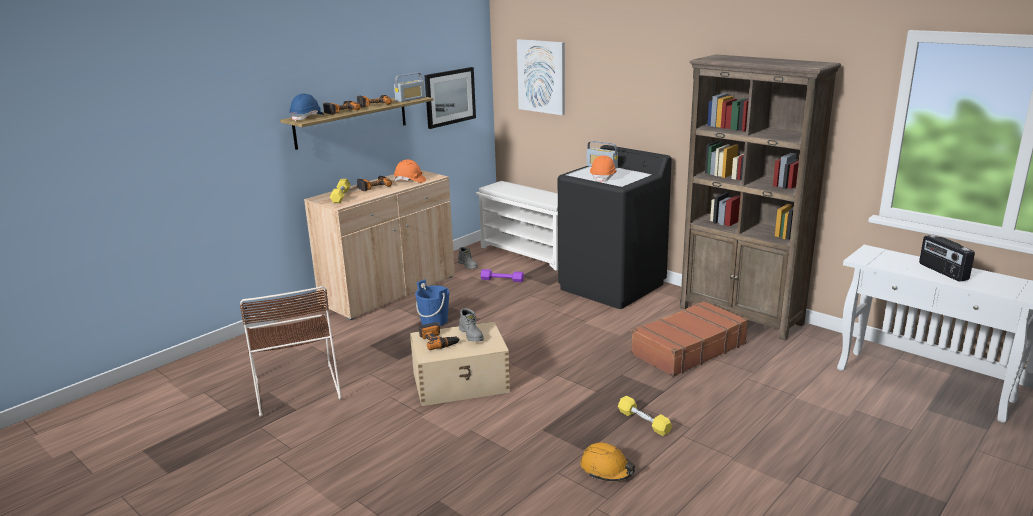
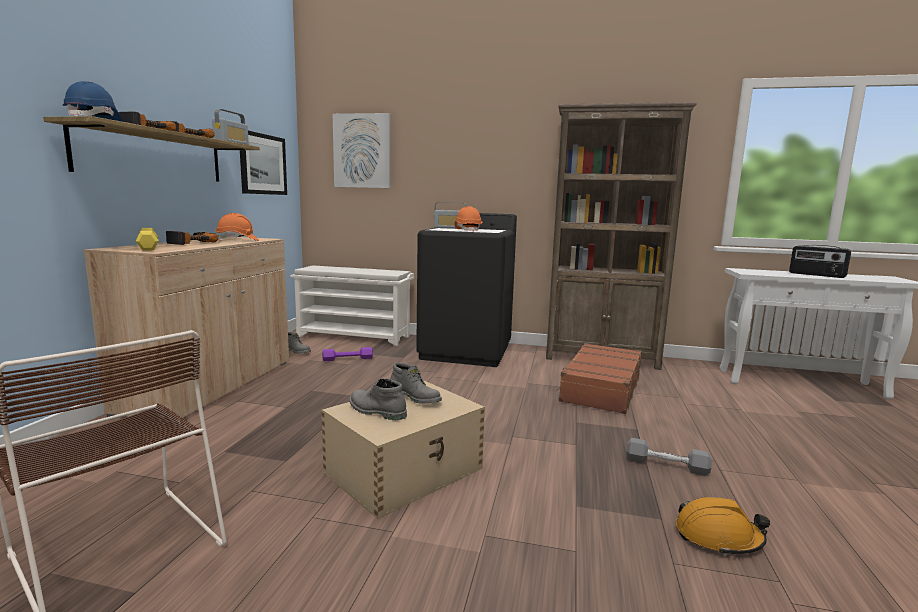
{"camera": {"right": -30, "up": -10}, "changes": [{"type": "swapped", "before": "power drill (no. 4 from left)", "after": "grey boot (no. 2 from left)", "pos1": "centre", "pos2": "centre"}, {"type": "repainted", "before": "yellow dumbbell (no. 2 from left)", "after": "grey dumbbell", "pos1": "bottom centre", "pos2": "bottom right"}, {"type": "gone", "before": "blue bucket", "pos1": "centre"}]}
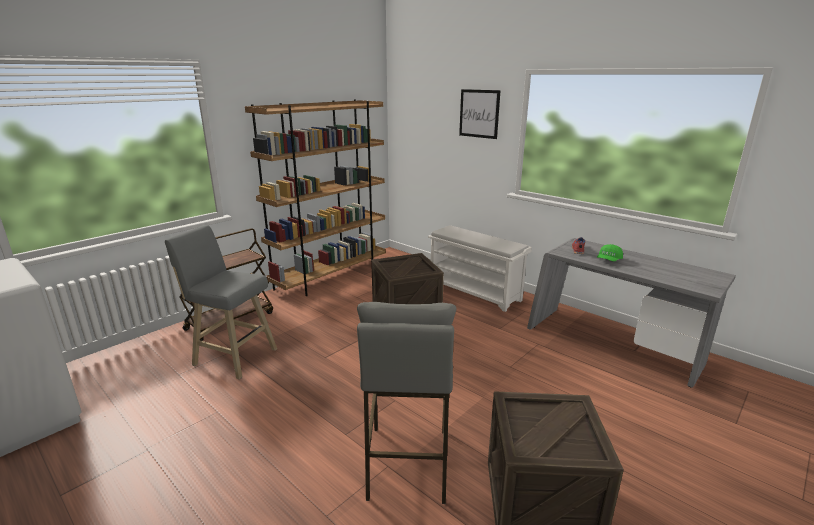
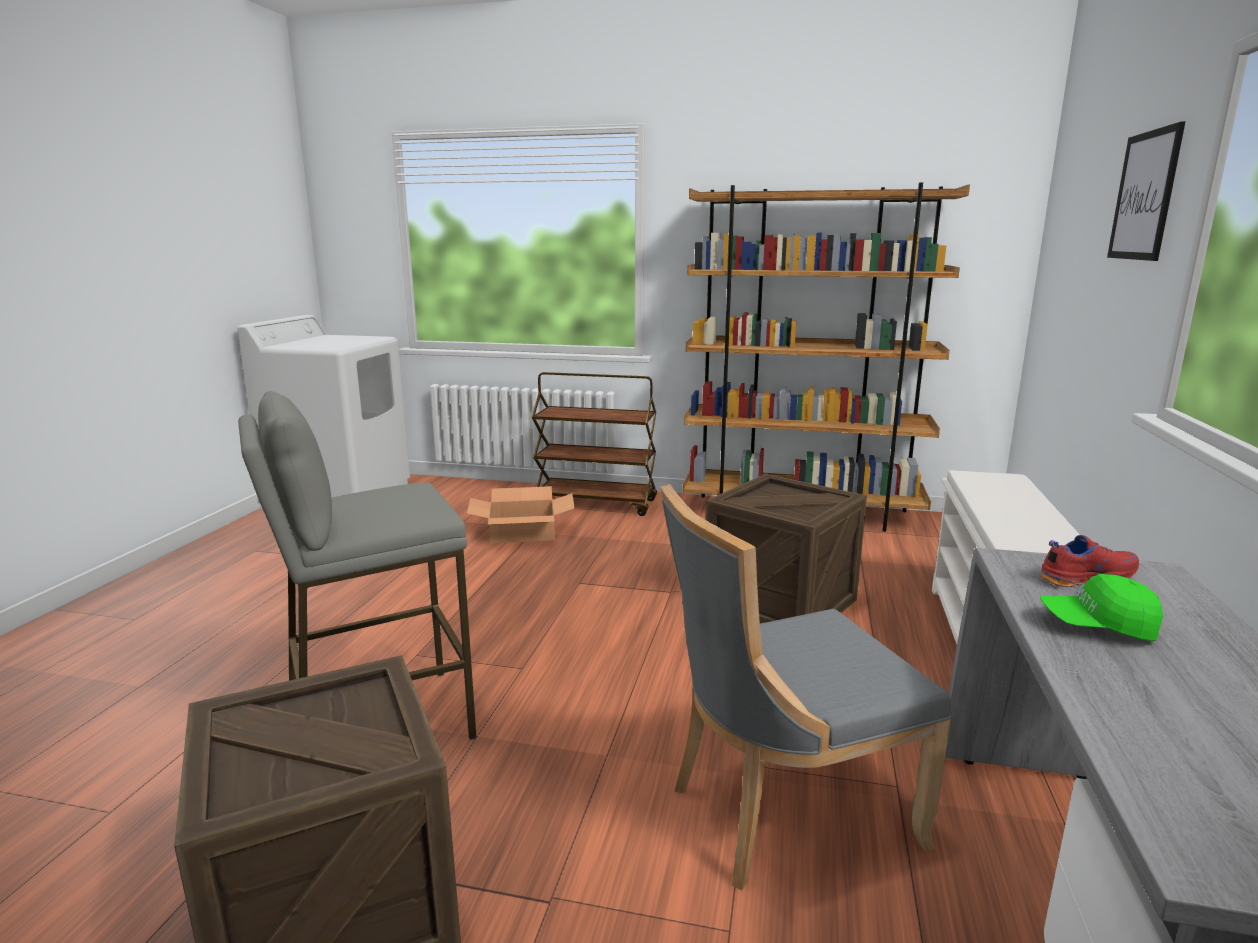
{"camera": {"right": 60, "up": -5}, "changes": [{"type": "swapped", "before": "grey stool (no. 1 from left)", "after": "cardboard box", "pos1": "middle left", "pos2": "centre"}, {"type": "new", "after": "grey chair", "pos2": "bottom centre"}]}
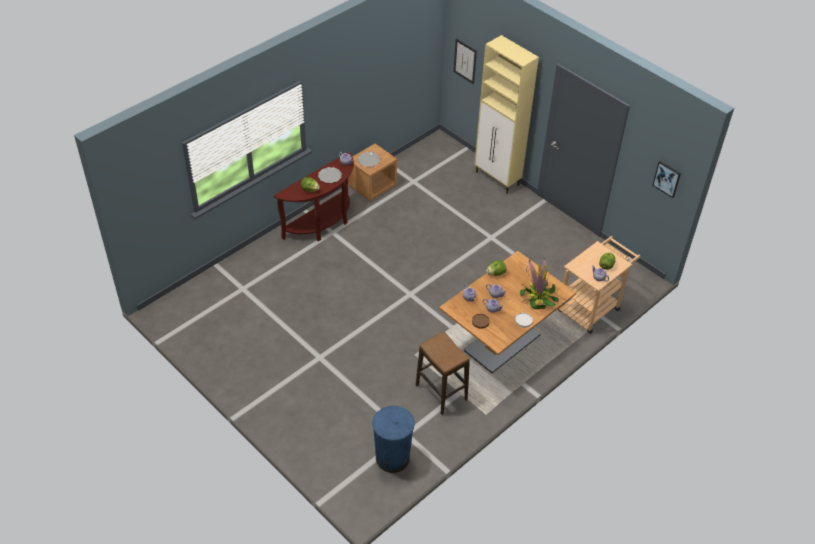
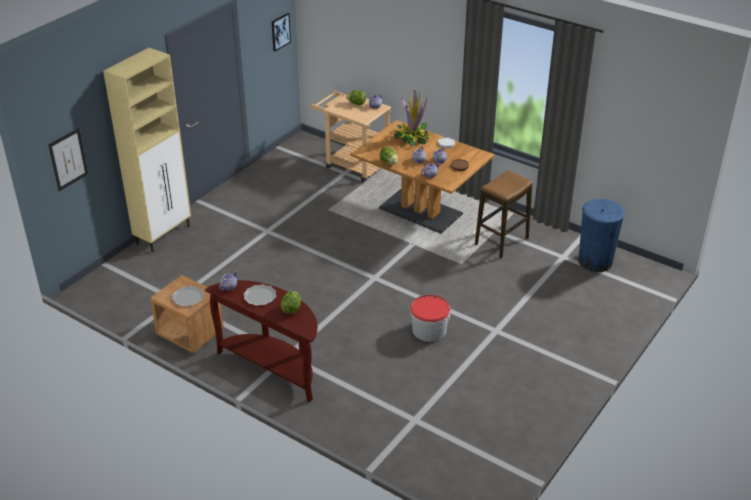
{"camera": {"right": -100, "up": -10}, "changes": [{"type": "new", "after": "bucket", "pos2": "centre"}]}
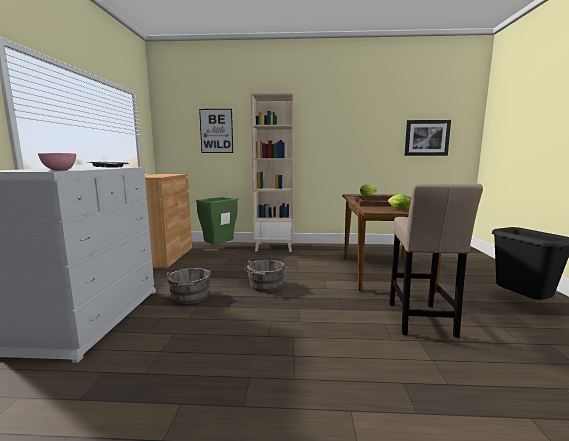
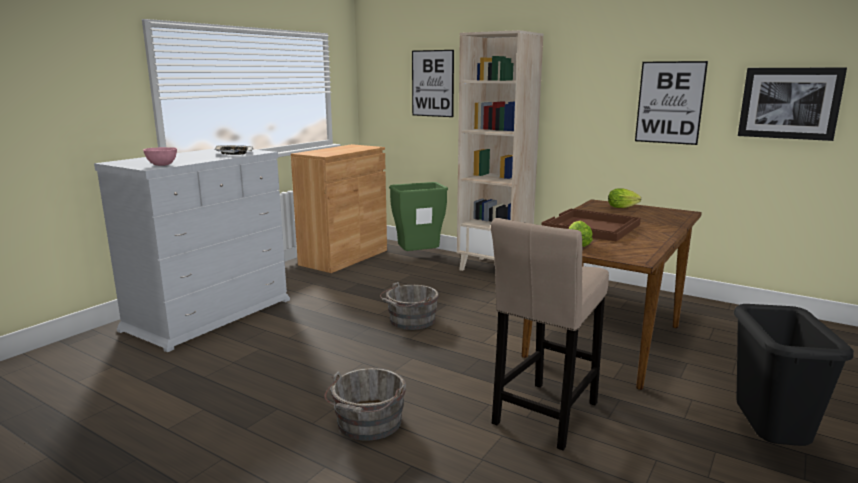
{"camera": {"right": 30, "up": 5}, "changes": [{"type": "shifted", "before": "grey bucket (no. 1 from left)", "pos1": "middle left", "pos2": "bottom centre"}, {"type": "new", "after": "picture (no. 2 from left)", "pos2": "top right"}]}
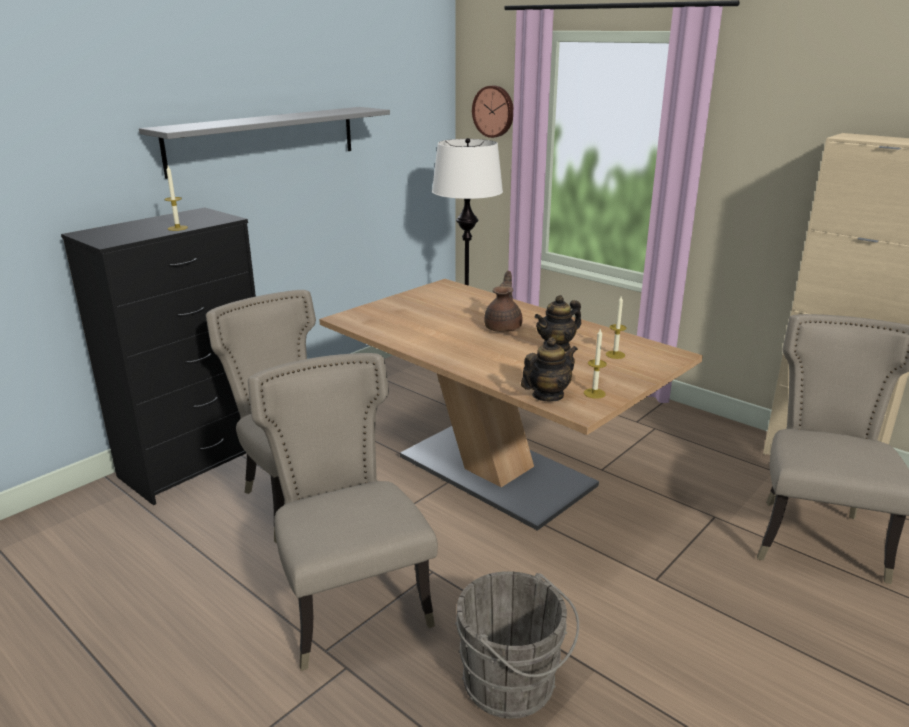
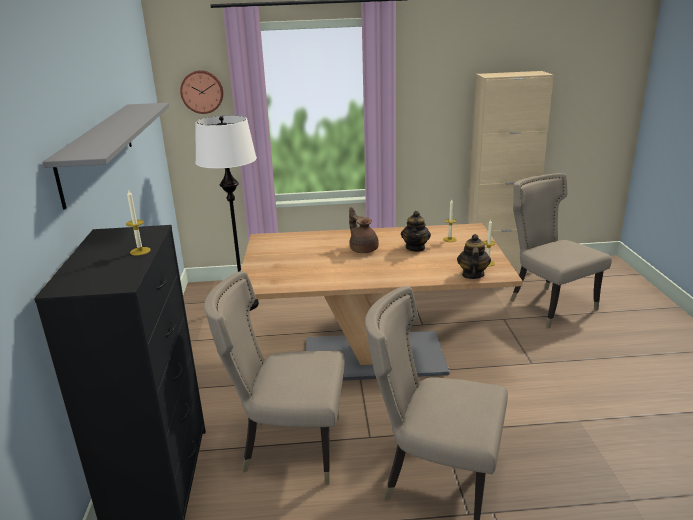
{"camera": {"right": -45, "up": 0}, "changes": [{"type": "gone", "before": "grey bucket", "pos1": "bottom centre"}]}
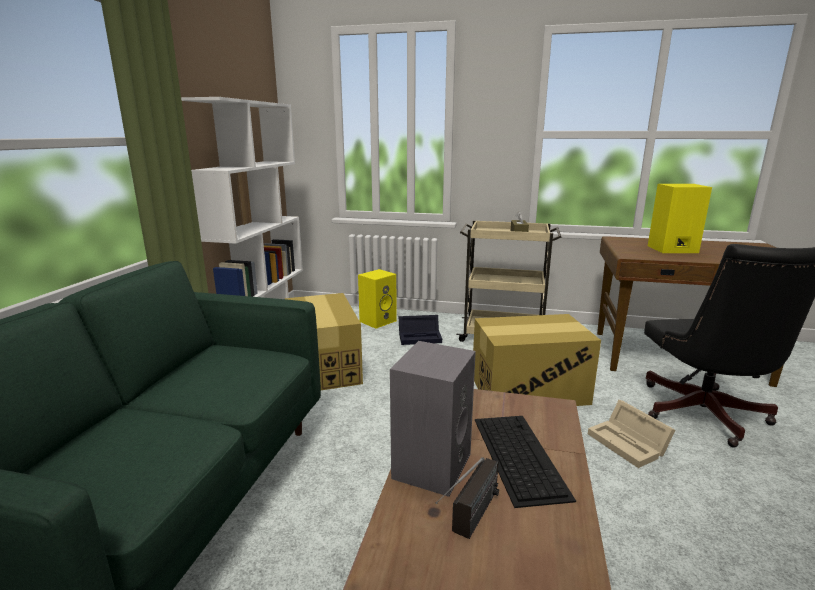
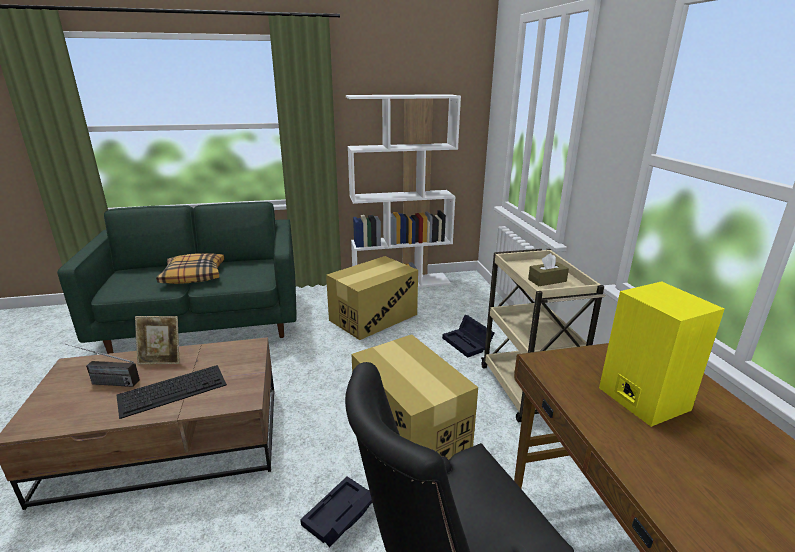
{"camera": {"right": 65, "up": 5}, "changes": [{"type": "swapped", "before": "grey speaker", "after": "picture frame", "pos1": "bottom centre", "pos2": "middle left"}, {"type": "new", "after": "pillow", "pos2": "middle left"}, {"type": "repainted", "before": "beige storage box", "after": "black storage box (no. 1 from left)", "pos1": "bottom right", "pos2": "bottom centre"}, {"type": "gone", "before": "yellow speaker (no. 1 from left)", "pos1": "centre"}]}
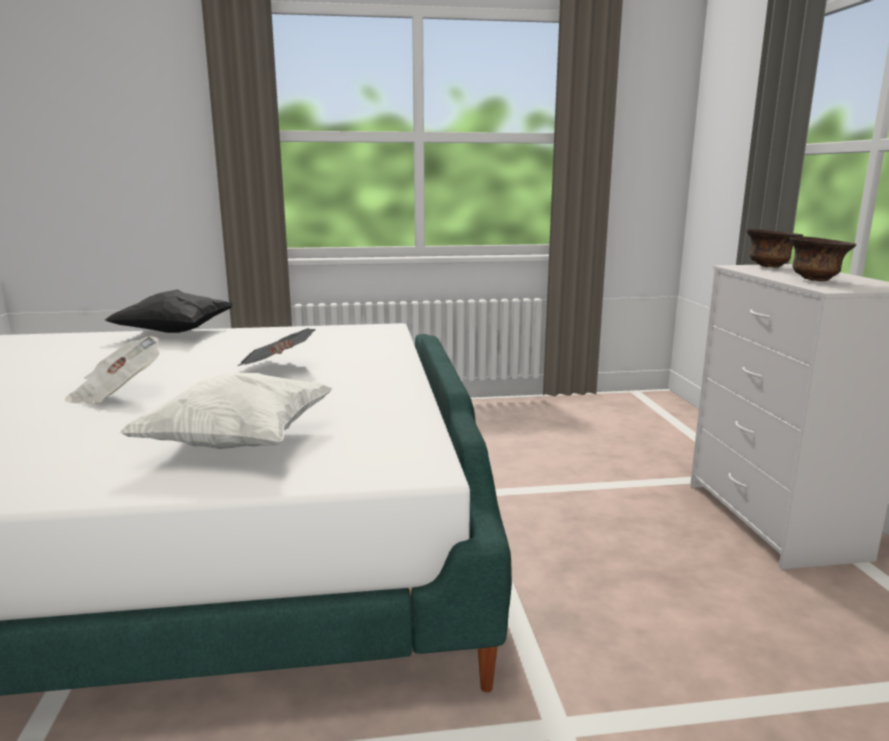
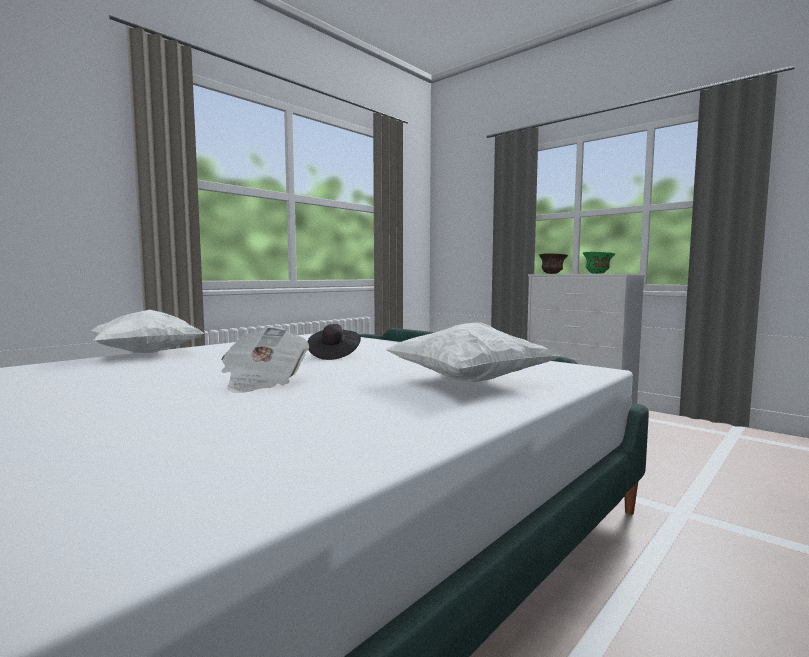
{"camera": {"right": -40, "up": -10}, "changes": [{"type": "repainted", "before": "black pillow", "after": "white pillow (no. 1 from left)", "pos1": "middle left", "pos2": "middle left"}, {"type": "swapped", "before": "newspaper (no. 2 from left)", "after": "black hat", "pos1": "middle left", "pos2": "centre"}, {"type": "repainted", "before": "brown bowl (no. 2 from left)", "after": "green bowl", "pos1": "middle right", "pos2": "middle right"}]}
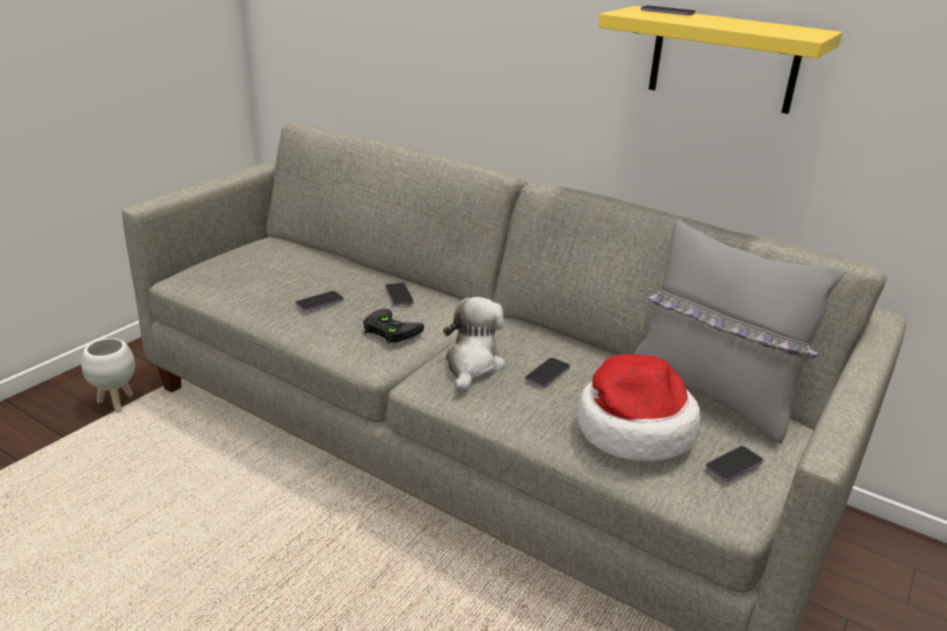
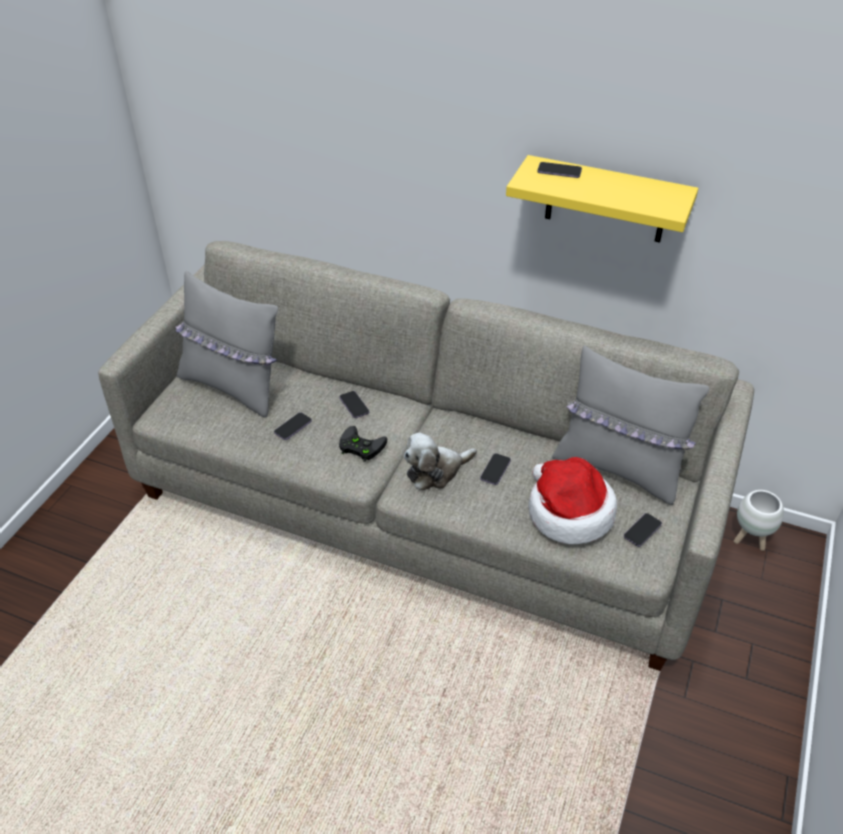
{"camera": {"right": -10, "up": 15}, "changes": [{"type": "new", "after": "grey pillow (no. 1 from left)", "pos2": "middle left"}, {"type": "rotated", "before": "plush toy", "pos1": "centre", "pos2": "centre", "turn": -120}, {"type": "shifted", "before": "white planter", "pos1": "middle left", "pos2": "middle right"}]}
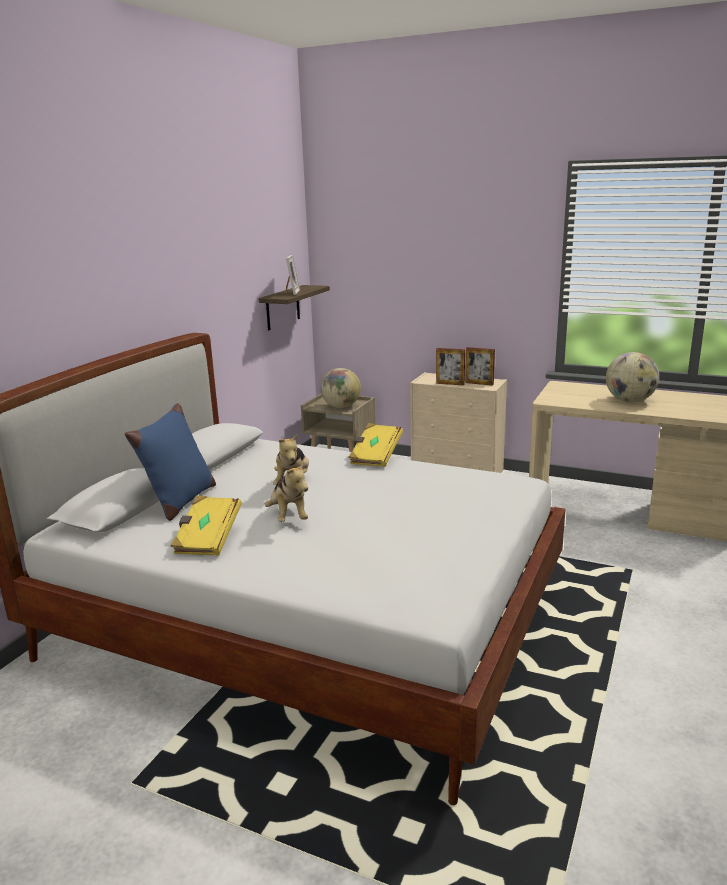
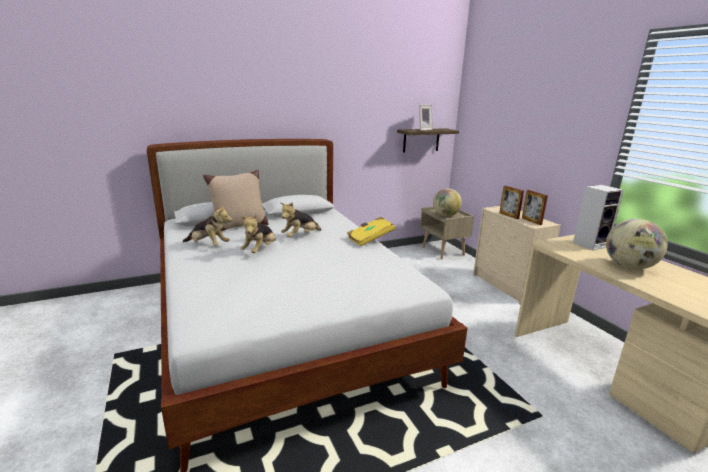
{"camera": {"right": 40, "up": 0}, "changes": [{"type": "swapped", "before": "yellow book (no. 1 from left)", "after": "plush toy (no. 1 from left)", "pos1": "middle left", "pos2": "middle left"}, {"type": "repainted", "before": "blue pillow", "after": "beige pillow", "pos1": "middle left", "pos2": "centre"}, {"type": "new", "after": "speaker", "pos2": "middle right"}]}
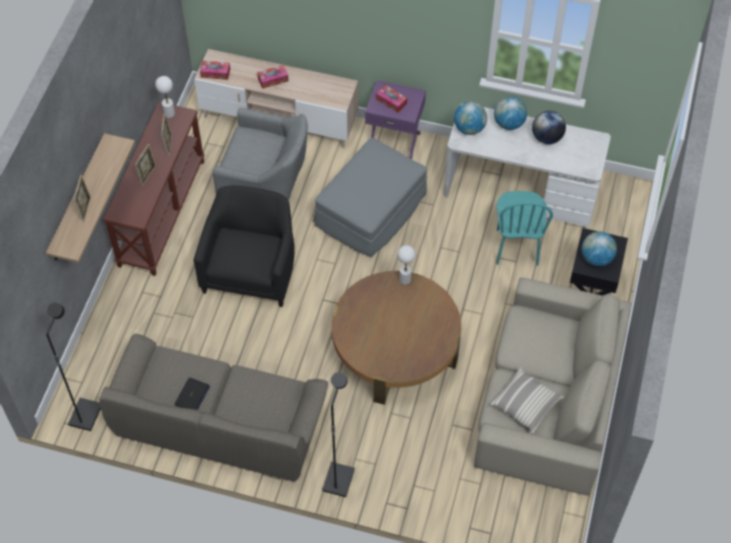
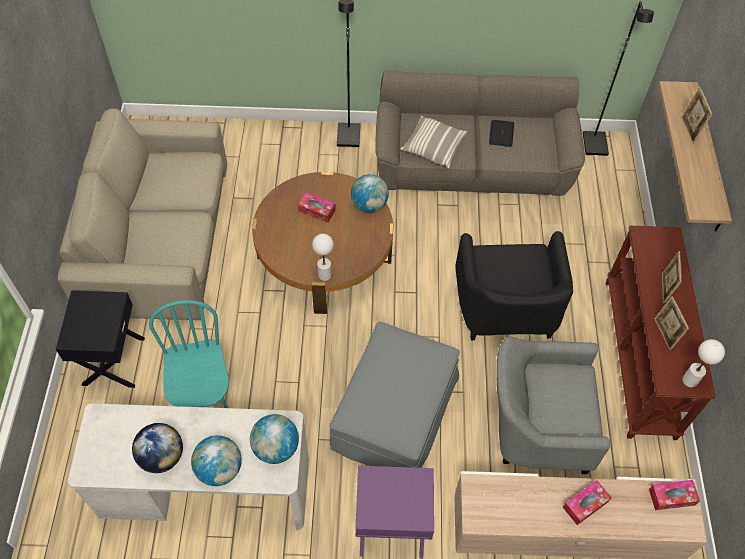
{"camera": {"right": 165, "up": 0}, "changes": [{"type": "shifted", "before": "tissue box (no. 3 from left in the first image)", "after": "tissue box (no. 1 from left)", "pos1": "top centre", "pos2": "centre"}, {"type": "shifted", "before": "globe (no. 4 from left)", "pos1": "middle right", "pos2": "centre"}, {"type": "shifted", "before": "pillow", "pos1": "bottom right", "pos2": "top centre"}]}
